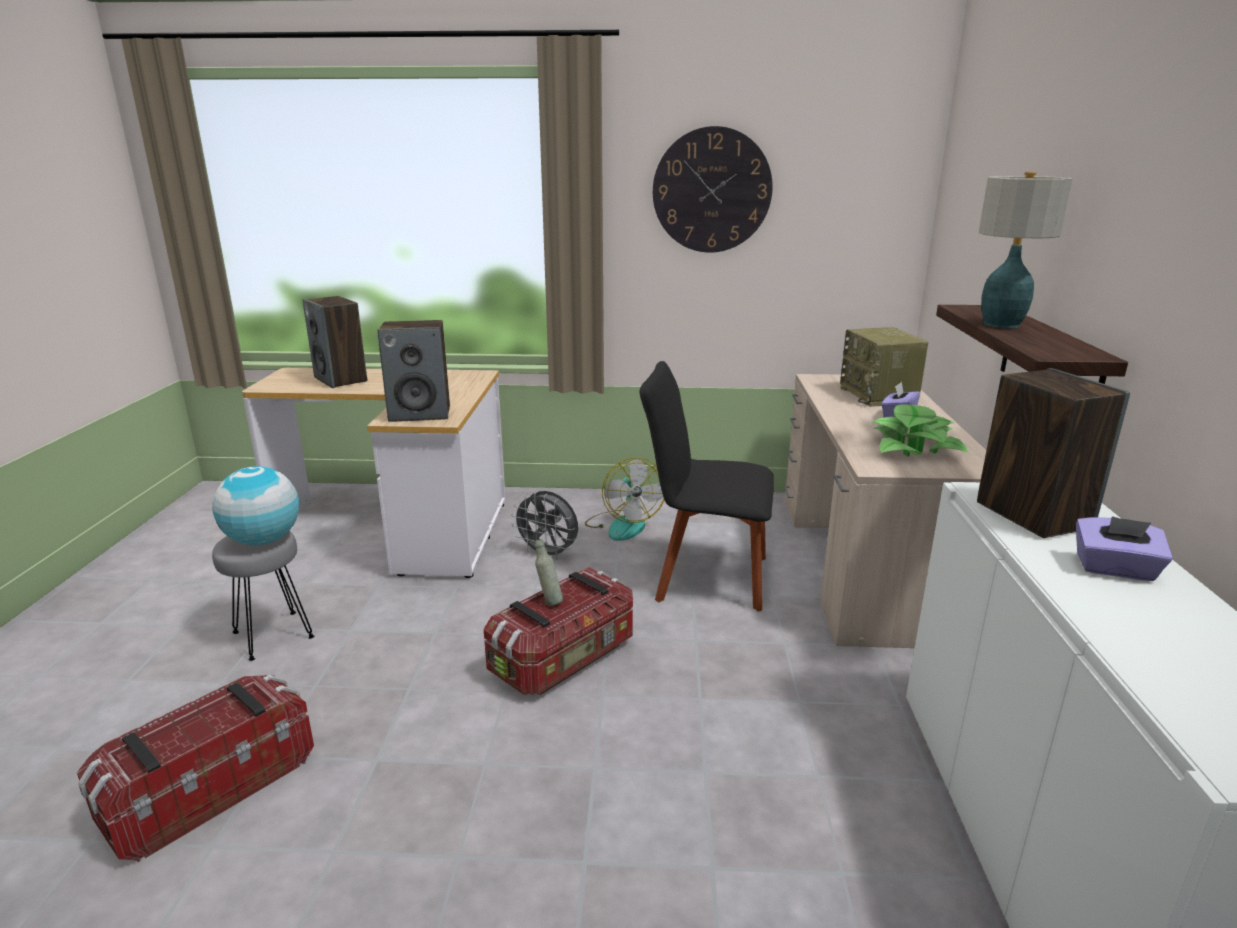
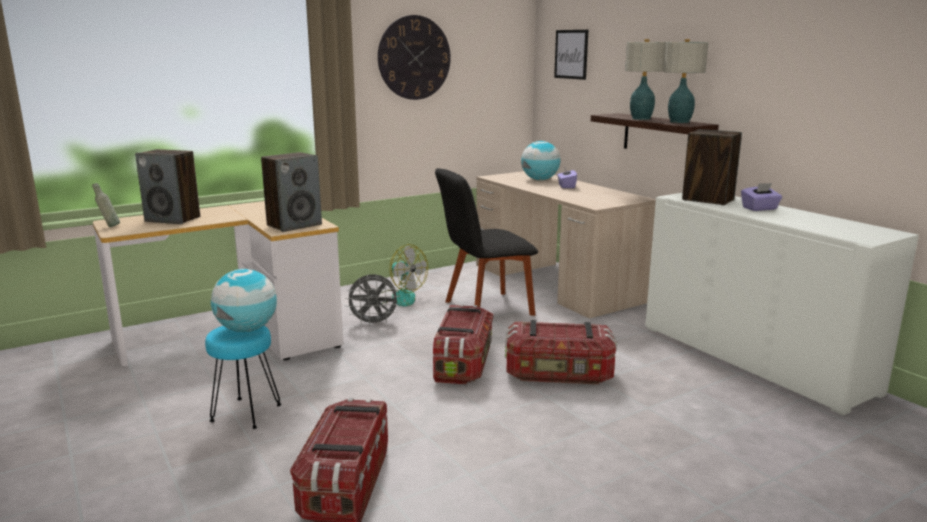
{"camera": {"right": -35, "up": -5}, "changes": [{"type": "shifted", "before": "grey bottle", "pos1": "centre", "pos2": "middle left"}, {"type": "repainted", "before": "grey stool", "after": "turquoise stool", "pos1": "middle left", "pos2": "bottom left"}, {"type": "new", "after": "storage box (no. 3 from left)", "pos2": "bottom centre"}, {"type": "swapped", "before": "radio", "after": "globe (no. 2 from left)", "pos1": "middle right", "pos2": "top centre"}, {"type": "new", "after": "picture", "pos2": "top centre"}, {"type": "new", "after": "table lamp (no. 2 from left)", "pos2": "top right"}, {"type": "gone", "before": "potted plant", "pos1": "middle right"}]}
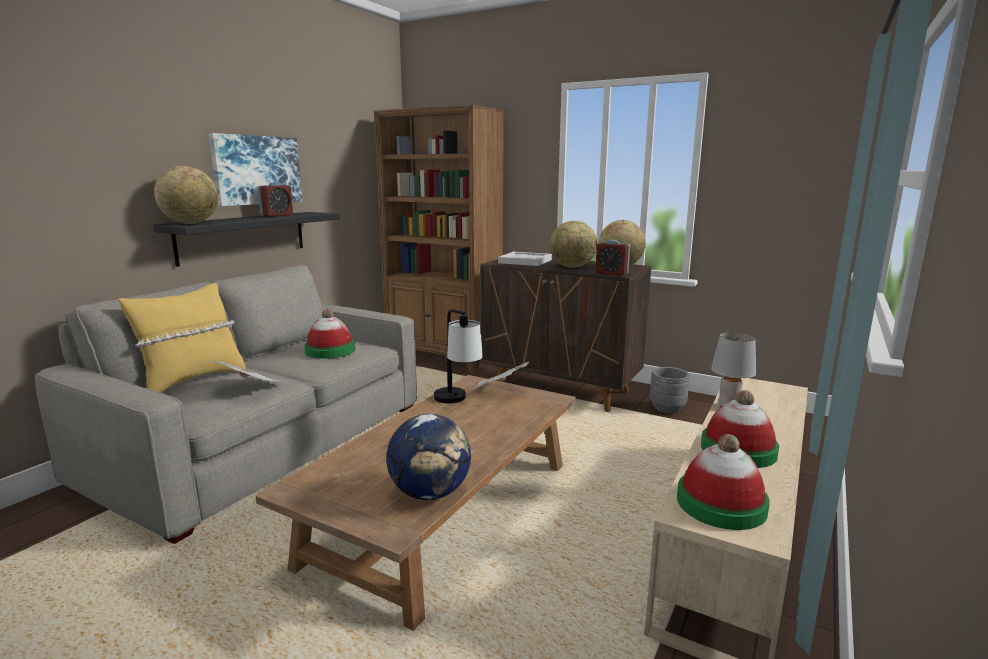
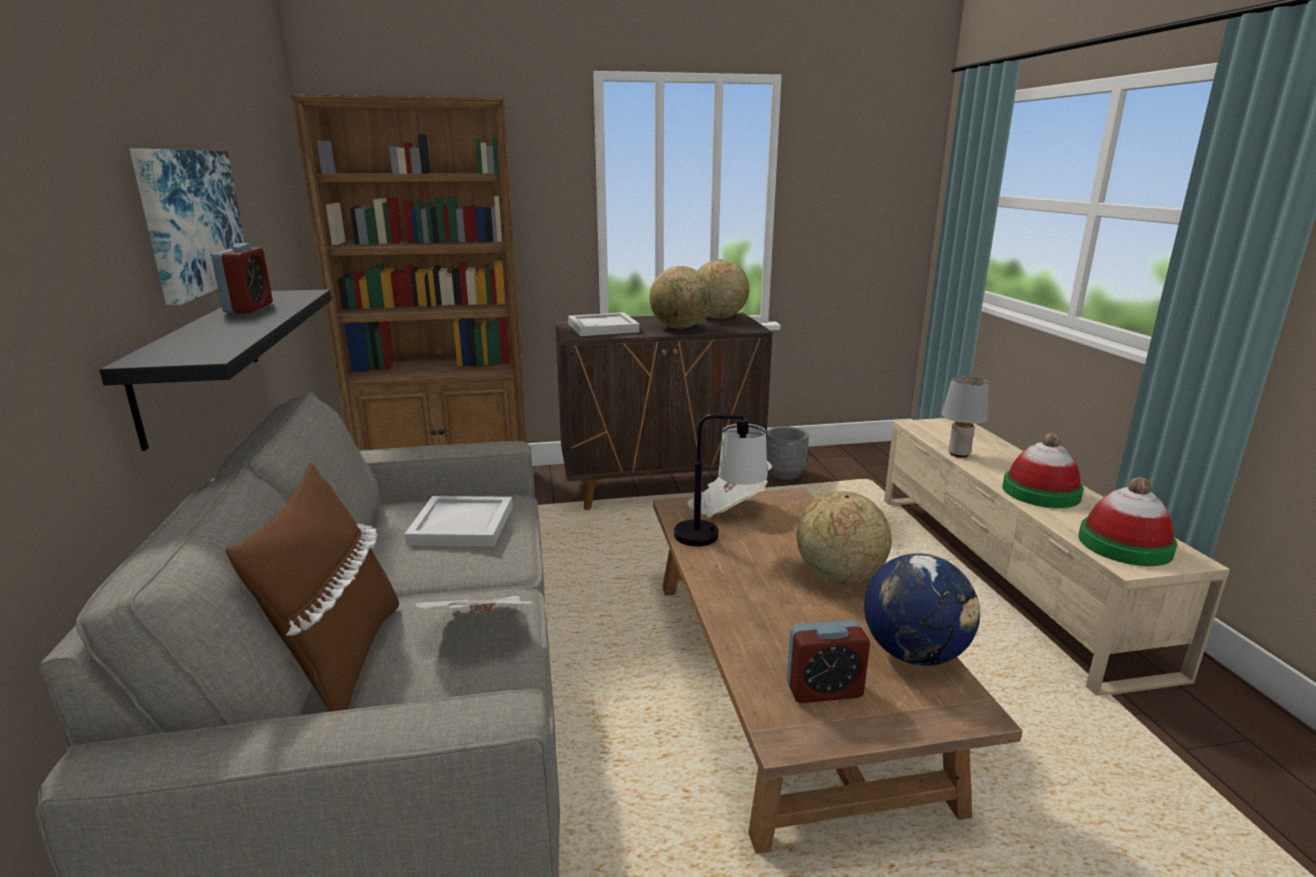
{"camera": {"right": -40, "up": 5}, "changes": [{"type": "repainted", "before": "yellow pillow", "after": "brown pillow", "pos1": "middle left", "pos2": "bottom left"}, {"type": "swapped", "before": "hat (no. 1 from left)", "after": "white tray (no. 1 from left)", "pos1": "centre", "pos2": "centre"}, {"type": "shifted", "before": "alarm clock (no. 2 from left)", "pos1": "centre", "pos2": "bottom centre"}, {"type": "shifted", "before": "globe (no. 1 from left in the first image)", "after": "globe (no. 3 from left)", "pos1": "top left", "pos2": "centre"}]}
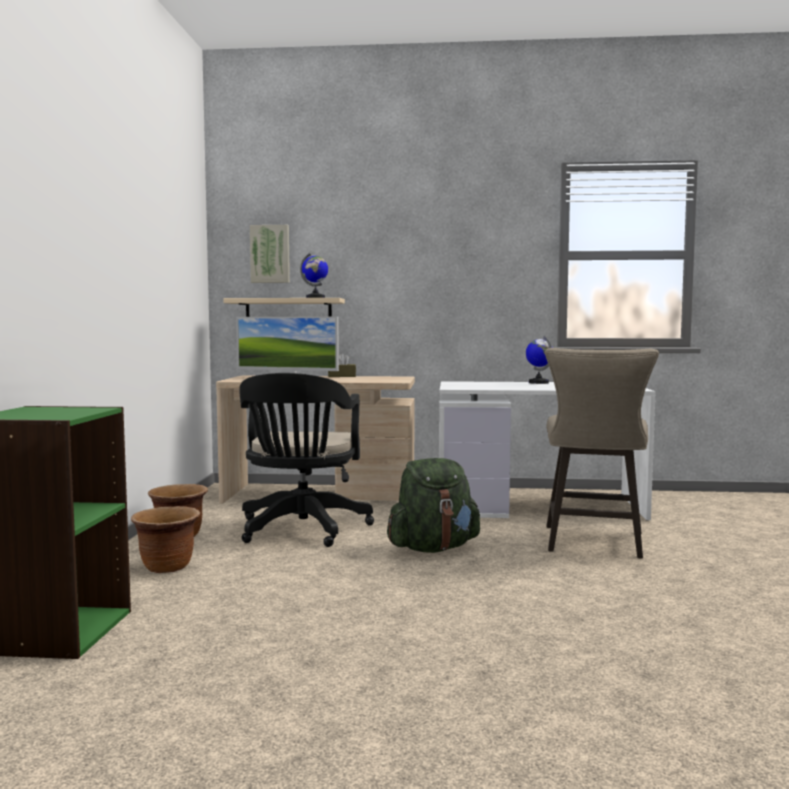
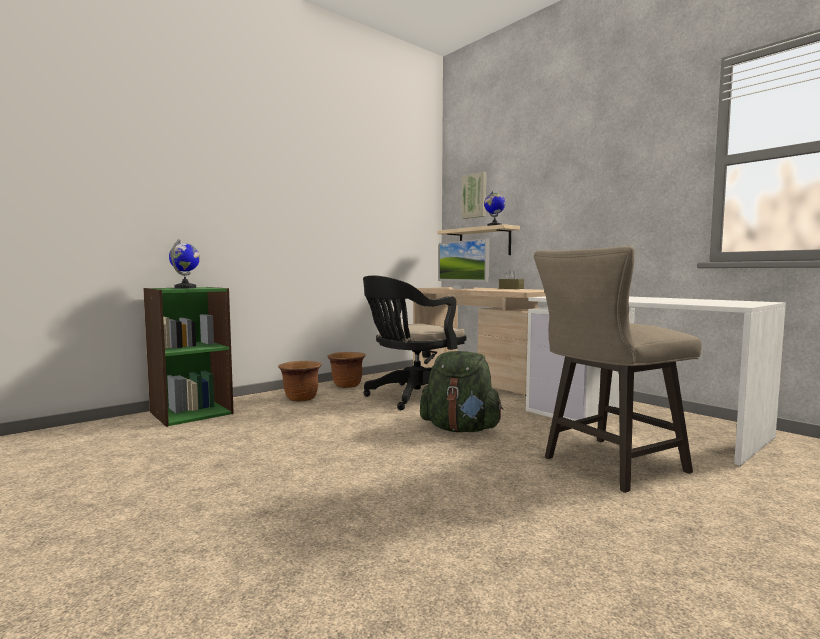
{"camera": {"right": 45, "up": 0}, "changes": [{"type": "shifted", "before": "globe (no. 2 from left in the first image)", "after": "globe (no. 1 from left)", "pos1": "middle right", "pos2": "middle left"}]}
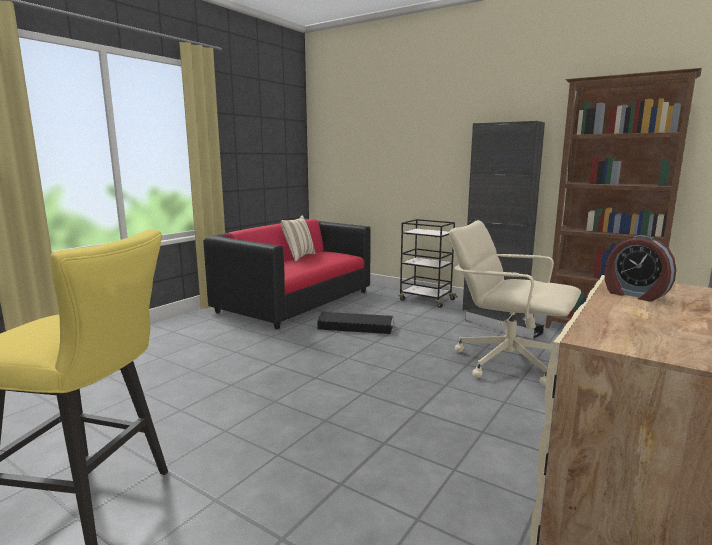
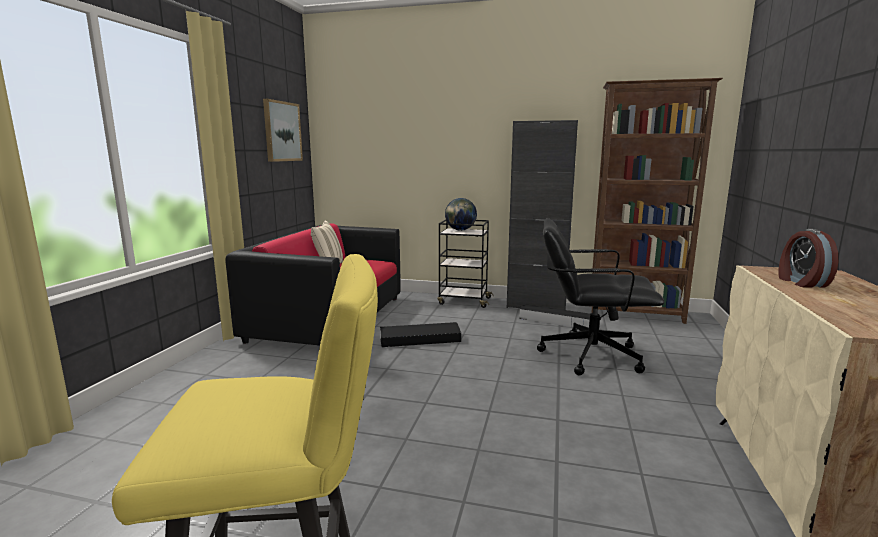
{"camera": {"right": -20, "up": 0}, "changes": [{"type": "new", "after": "picture", "pos2": "top left"}, {"type": "new", "after": "globe", "pos2": "centre"}, {"type": "repainted", "before": "beige office chair", "after": "black office chair", "pos1": "middle right", "pos2": "middle right"}, {"type": "rotated", "before": "alarm clock", "pos1": "middle right", "pos2": "middle right", "turn": 60}]}
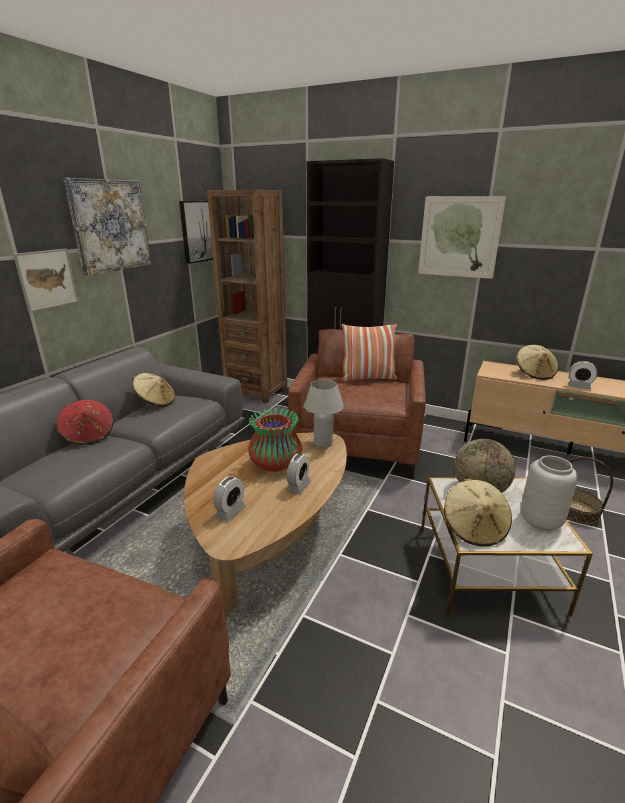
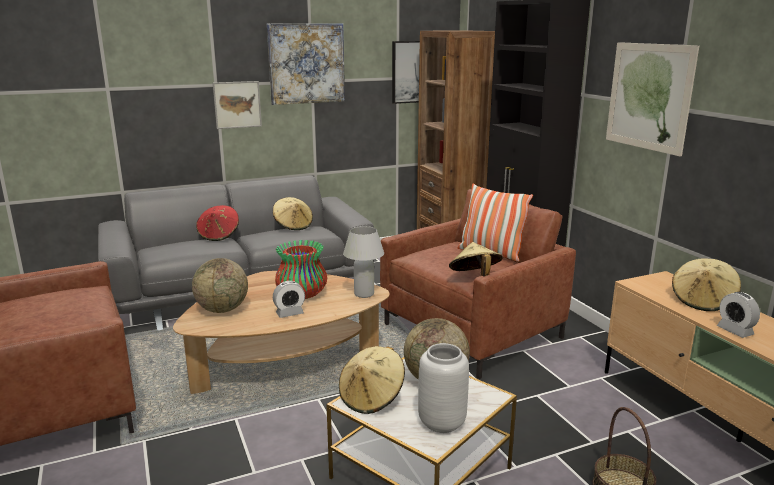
{"camera": {"right": 40, "up": -5}, "changes": [{"type": "swapped", "before": "alarm clock (no. 1 from left)", "after": "globe (no. 1 from left)", "pos1": "centre", "pos2": "middle left"}, {"type": "new", "after": "beige hat (no. 3 from left)", "pos2": "centre"}]}
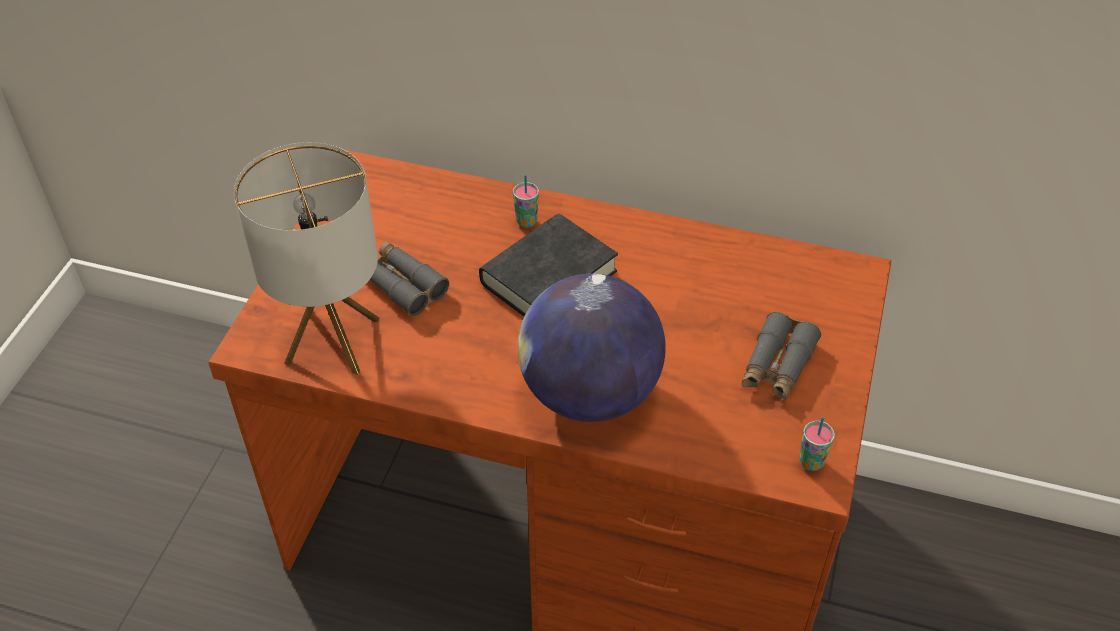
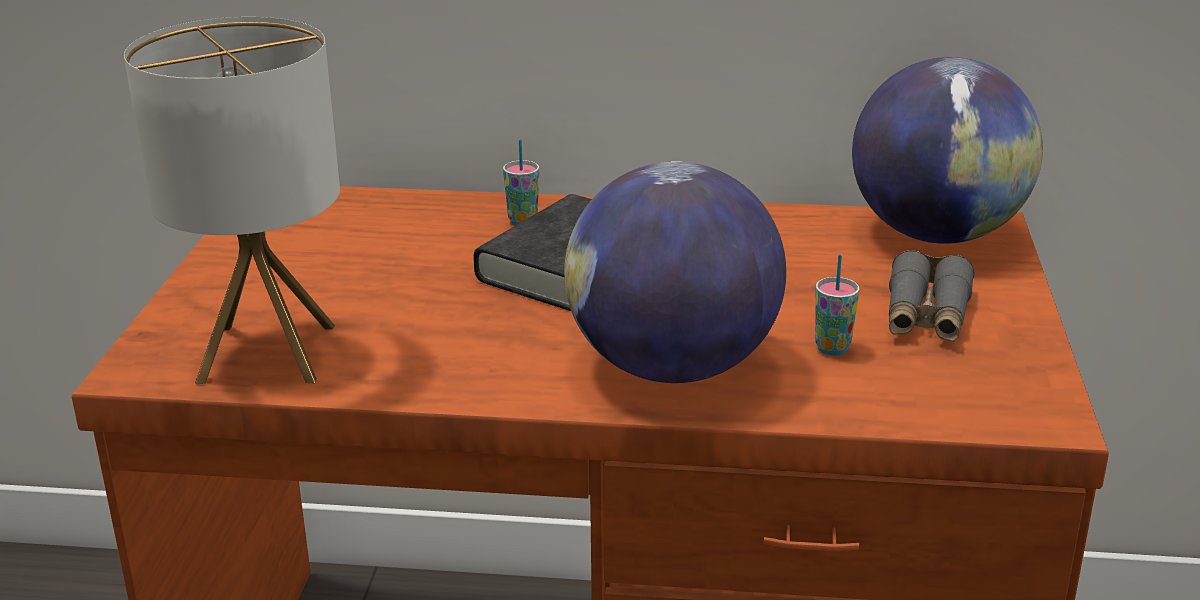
{"camera": {"right": -10, "up": -20}, "changes": [{"type": "shifted", "before": "cup (no. 2 from left)", "pos1": "bottom right", "pos2": "middle right"}, {"type": "new", "after": "globe (no. 2 from left)", "pos2": "top right"}, {"type": "gone", "before": "grey binoculars (no. 1 from left)", "pos1": "centre"}]}
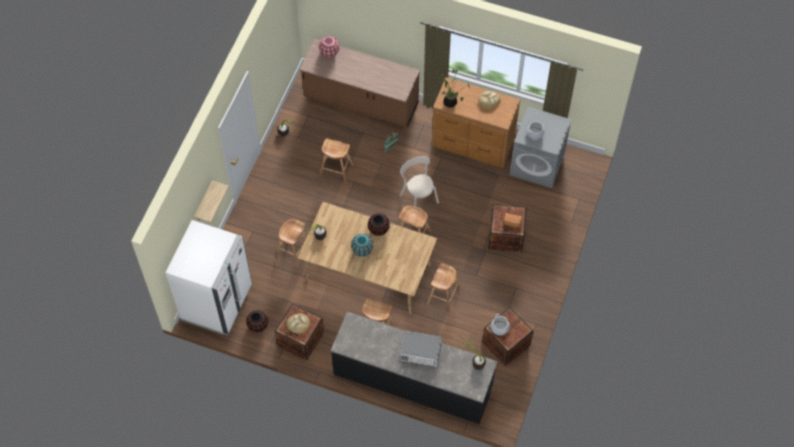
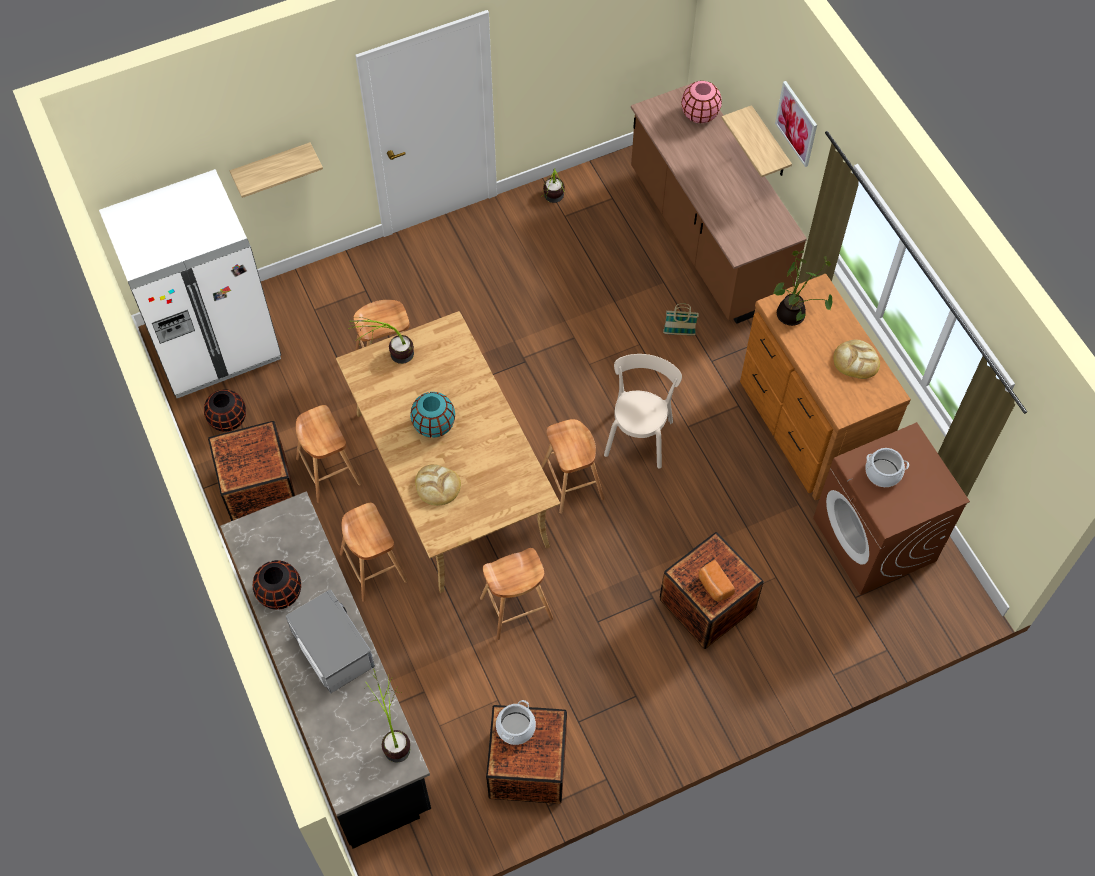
{"camera": {"right": 45, "up": 0}, "changes": [{"type": "shifted", "before": "black vase (no. 2 from left)", "pos1": "centre", "pos2": "bottom left"}, {"type": "shifted", "before": "brown stool (no. 2 from left in the first image)", "after": "brown stool (no. 1 from left)", "pos1": "centre", "pos2": "middle left"}, {"type": "shifted", "before": "bread (no. 1 from left)", "pos1": "bottom centre", "pos2": "centre"}, {"type": "new", "after": "shelf (no. 2 from left)", "pos2": "top right"}, {"type": "new", "after": "picture", "pos2": "top right"}, {"type": "repainted", "before": "grey washing machine", "after": "brown washing machine", "pos1": "top right", "pos2": "middle right"}]}
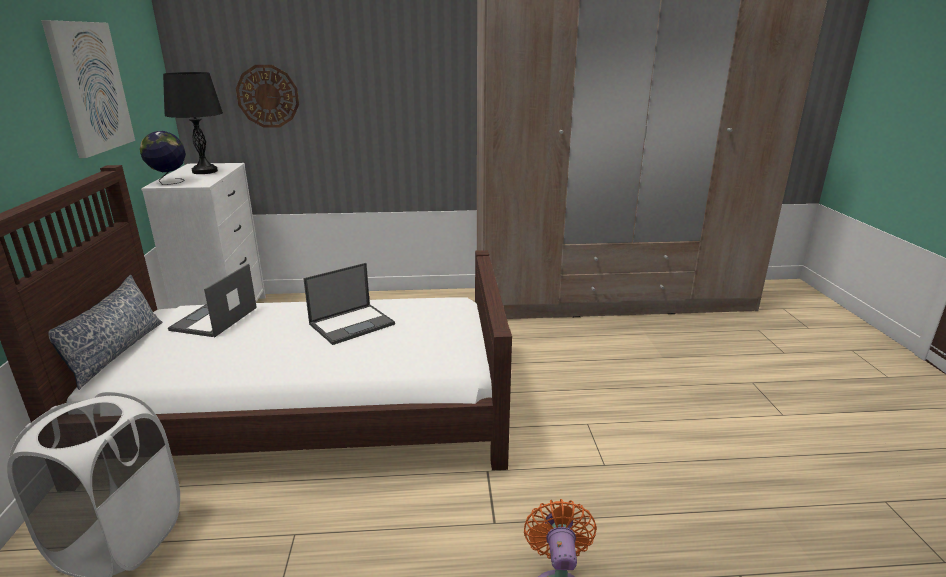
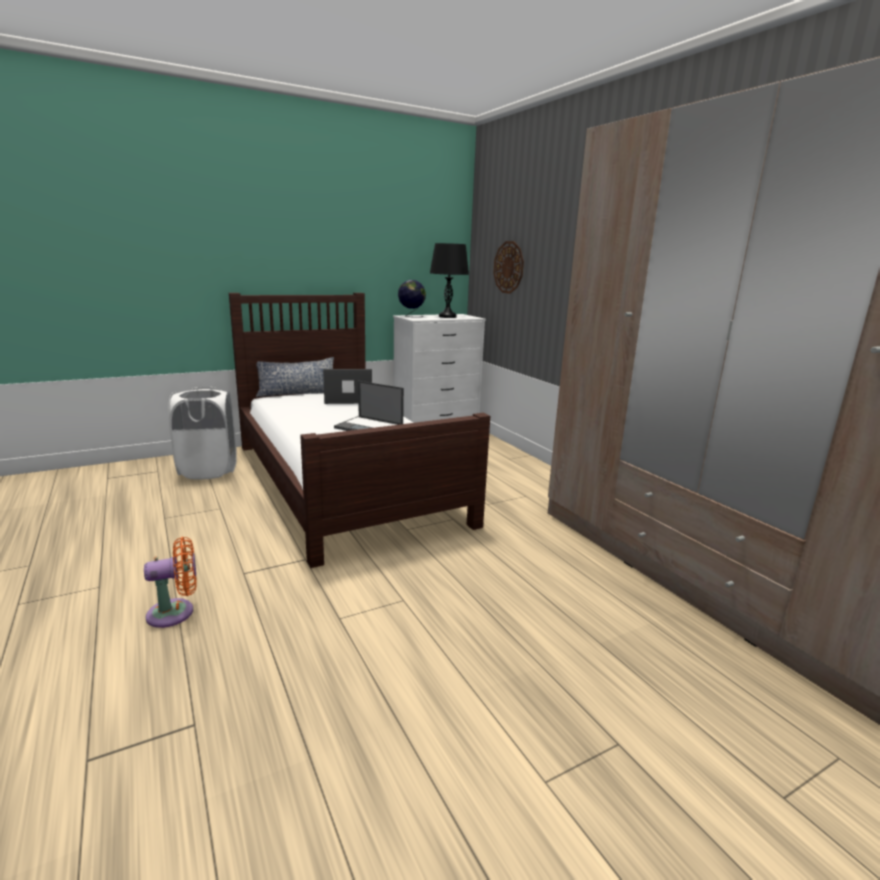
{"camera": {"right": 65, "up": -5}, "changes": [{"type": "gone", "before": "picture", "pos1": "top left"}]}
